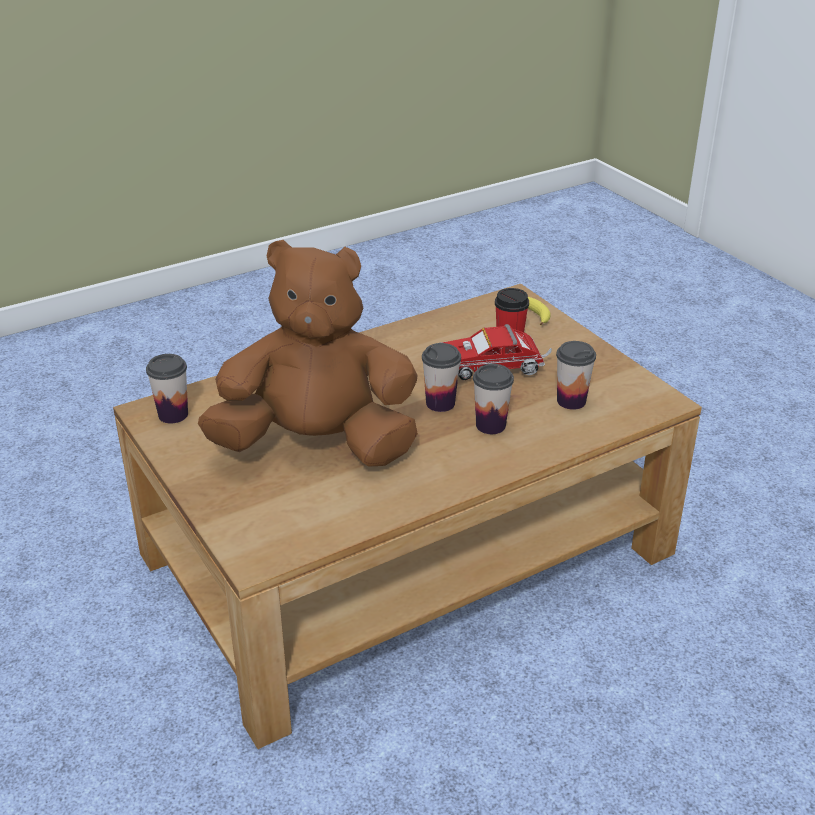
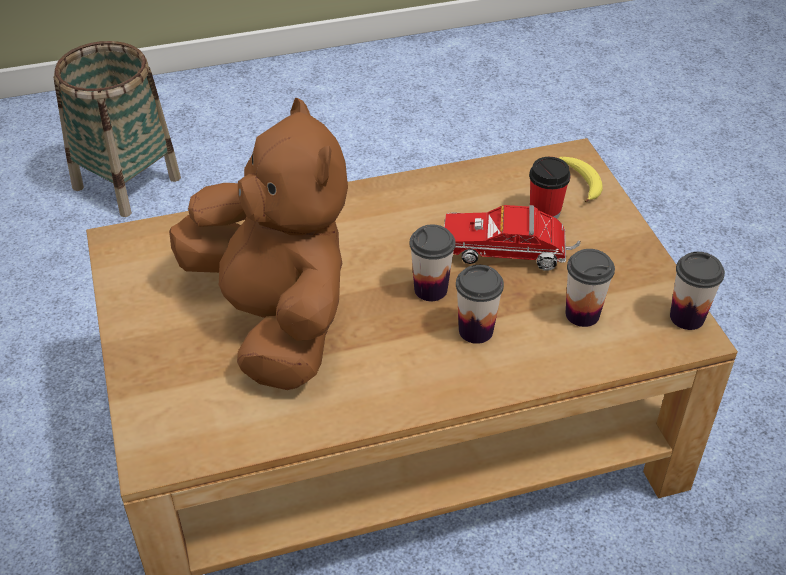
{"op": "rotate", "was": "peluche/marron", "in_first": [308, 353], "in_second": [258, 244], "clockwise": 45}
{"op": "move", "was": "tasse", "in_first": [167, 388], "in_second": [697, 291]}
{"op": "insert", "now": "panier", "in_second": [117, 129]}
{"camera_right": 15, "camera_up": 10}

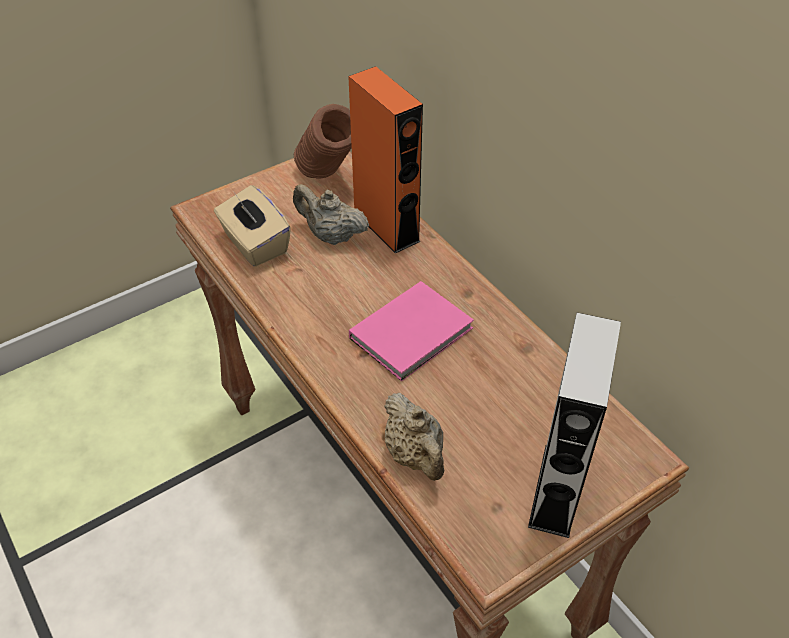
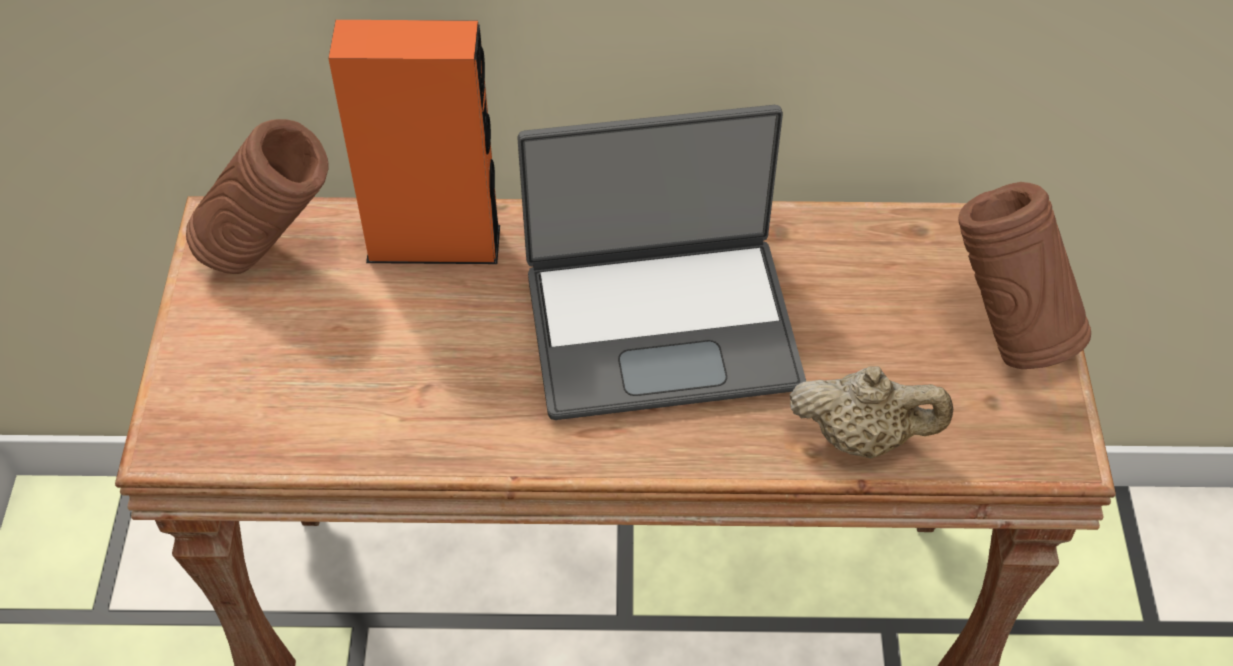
{"op": "delete", "was": "théière/beige", "in_first": [331, 214]}
{"op": "delete", "was": "boîte à mouchoirs/beige", "in_first": [252, 226]}
{"op": "replace", "was": "livre/rose", "now": "ordinateur portable", "in_first": [411, 331], "in_second": [661, 262]}
{"op": "replace", "was": "enceinte/gris", "now": "vase/marron", "in_first": [574, 425], "in_second": [1024, 275]}
{"camera_right": -55, "camera_up": 5}

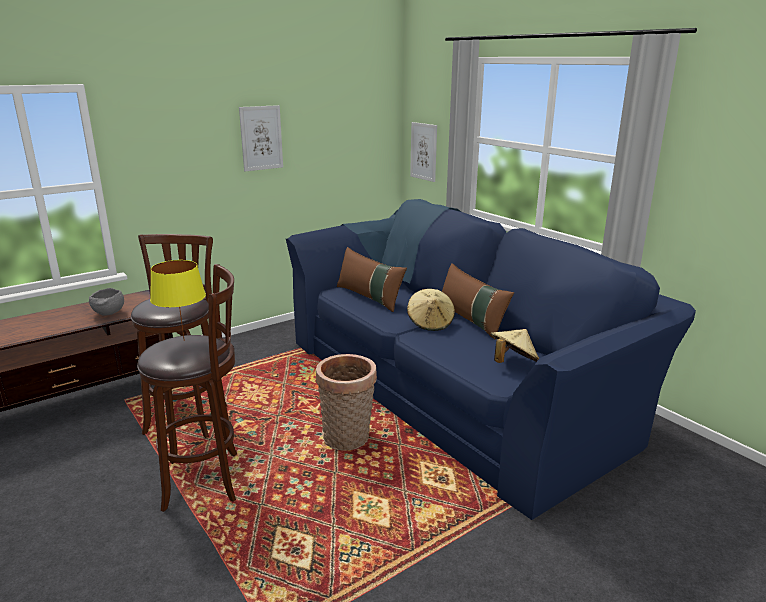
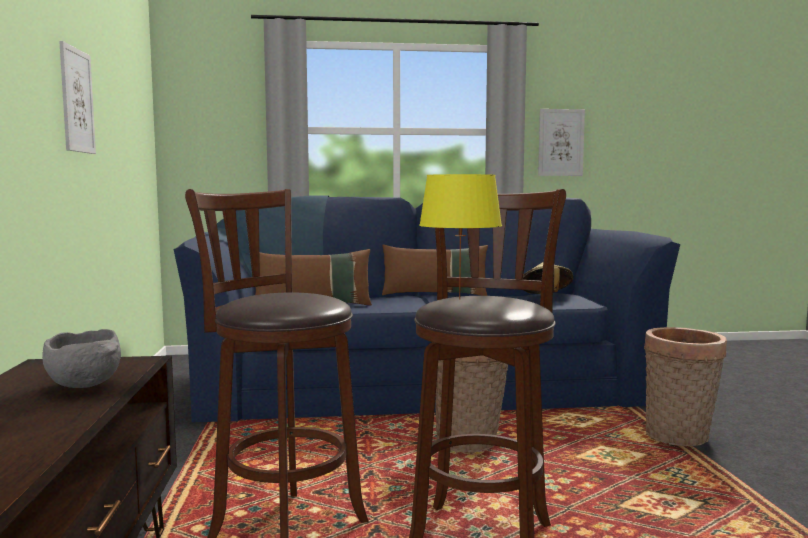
{"op": "move", "was": "tableau", "in_first": [423, 152], "in_second": [561, 142]}
{"op": "delete", "was": "chapeau/beige", "in_first": [431, 310]}
{"op": "insert", "now": "panier", "in_second": [685, 386]}
{"camera_right": -60, "camera_up": -15}

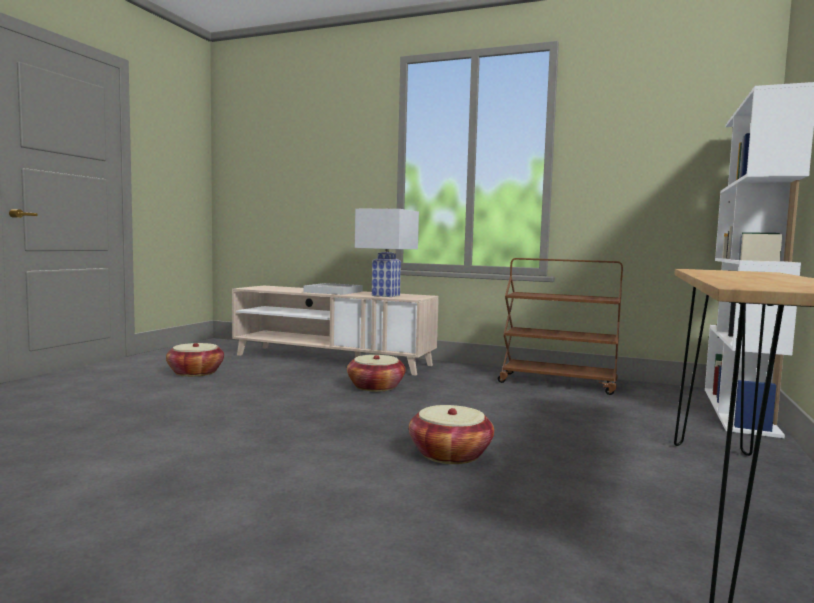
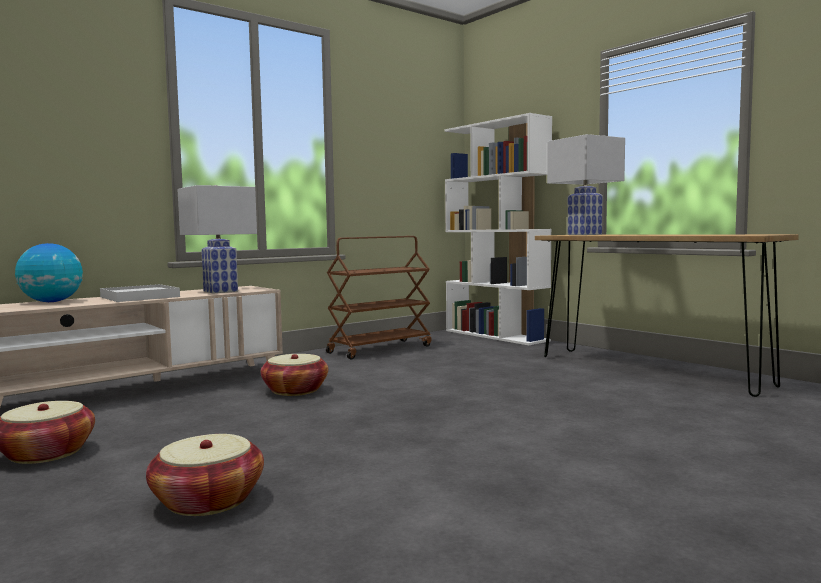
{"op": "move", "was": "panier", "in_first": [451, 434], "in_second": [205, 475]}
{"op": "insert", "now": "lampe de table/blanc", "in_second": [586, 184]}
{"op": "insert", "now": "globe", "in_second": [49, 272]}
{"camera_right": -60, "camera_up": 0}

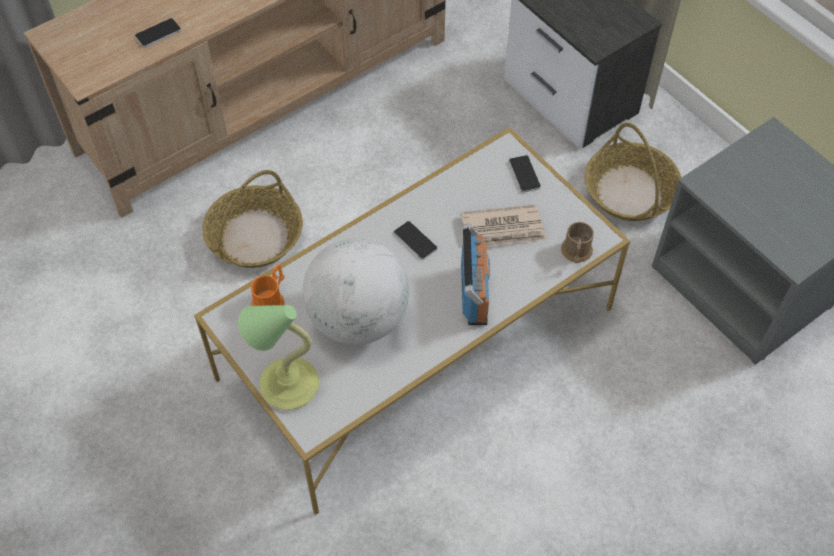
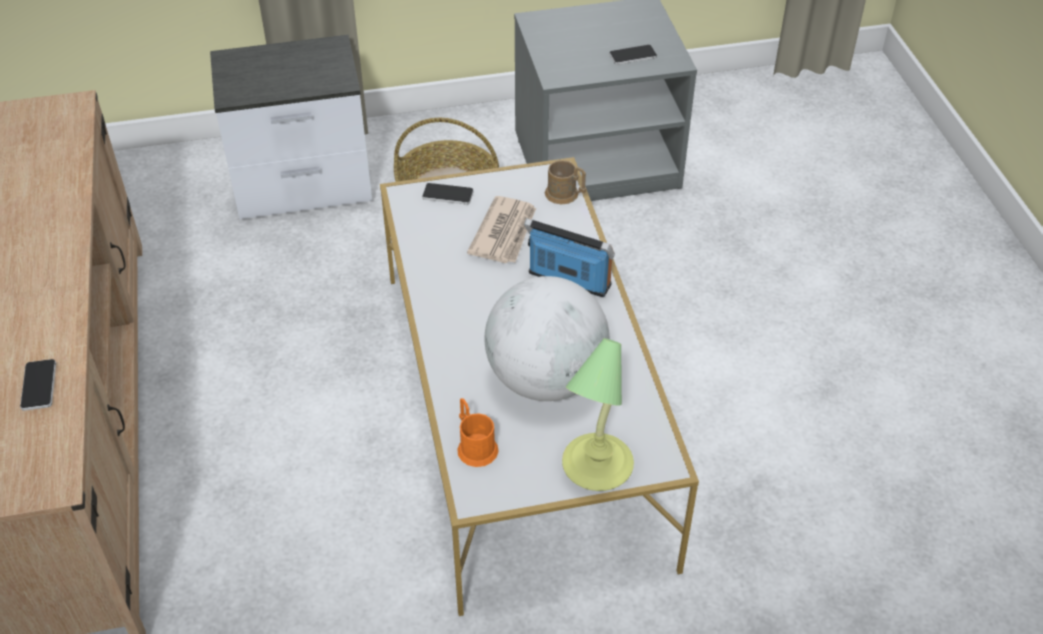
{"op": "delete", "was": "panier", "in_first": [252, 219]}
{"op": "move", "was": "téléphone", "in_first": [415, 240], "in_second": [633, 55]}
{"camera_right": -65, "camera_up": -10}

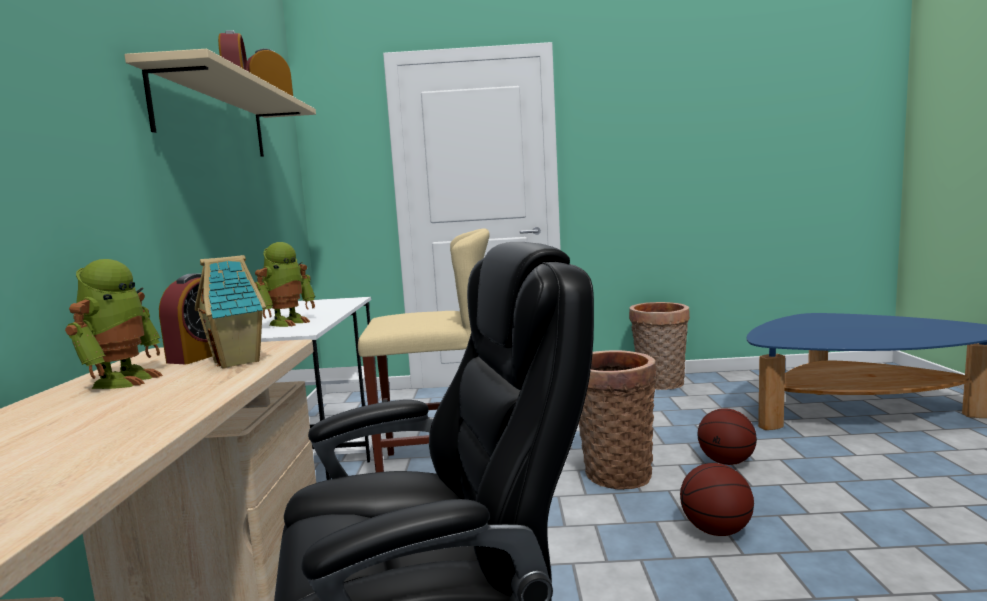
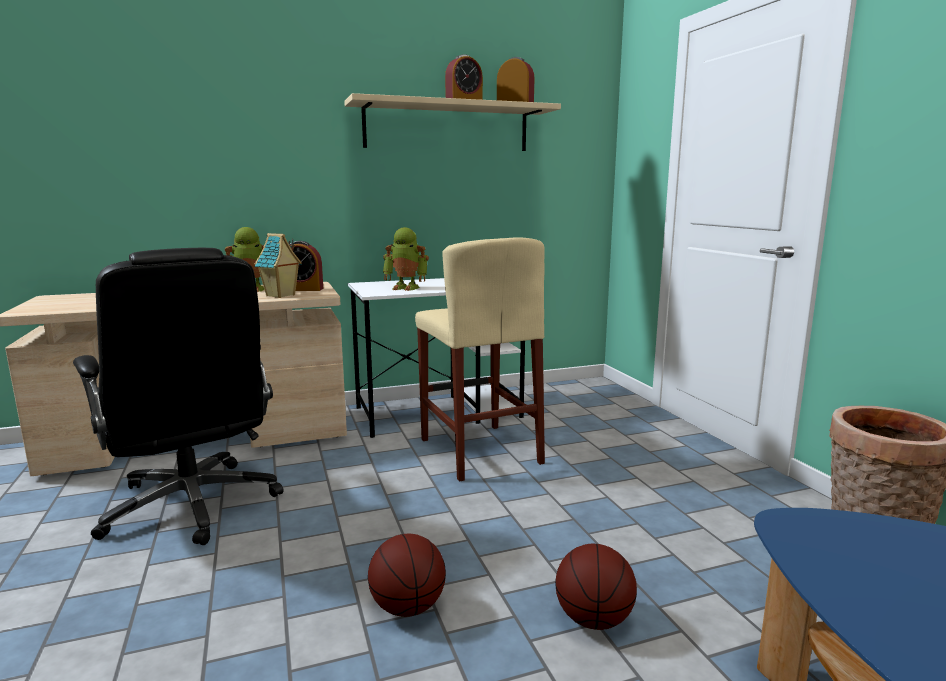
{"op": "delete", "was": "panier", "in_first": [618, 420]}
{"camera_right": 70, "camera_up": 5}

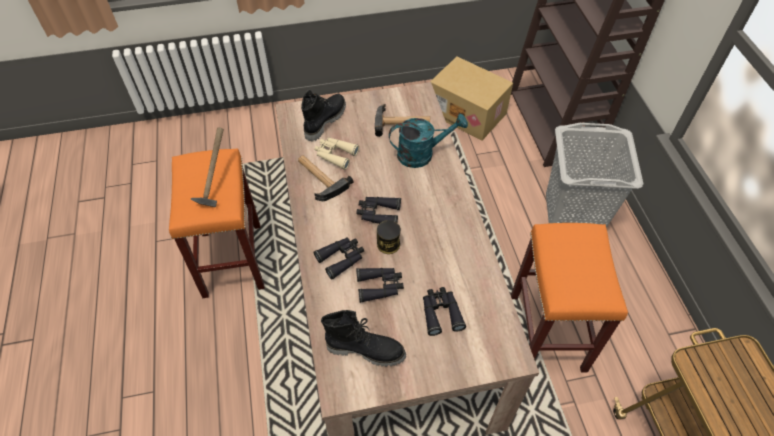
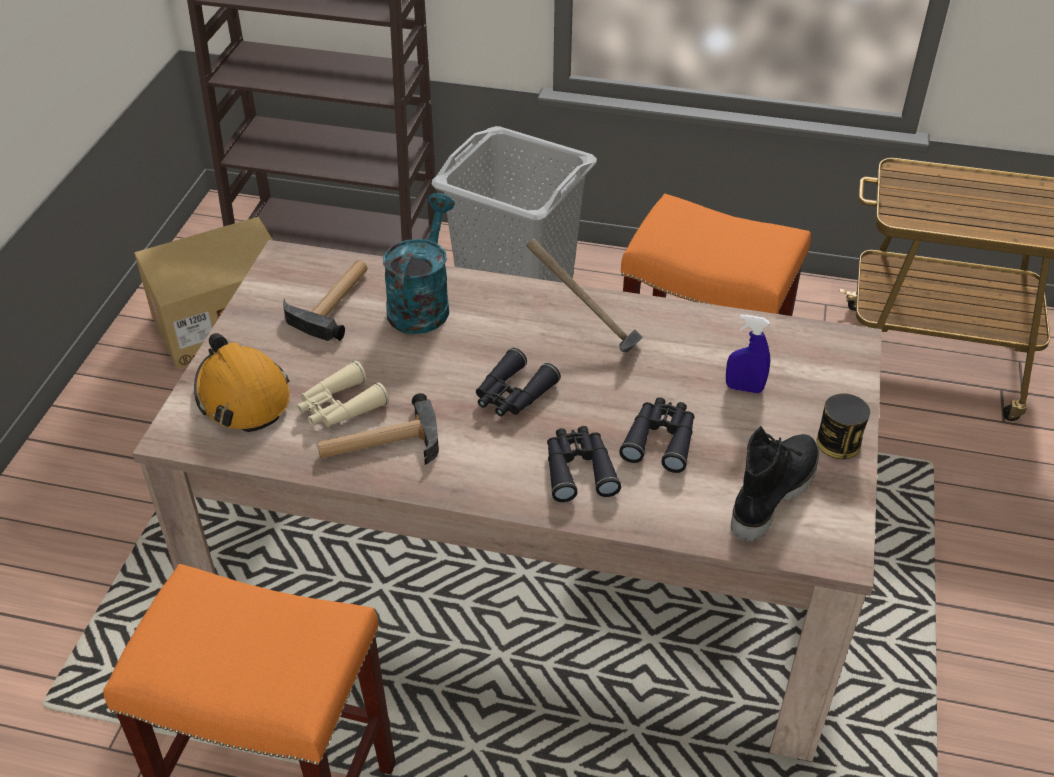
{"op": "replace", "was": "botte/noir", "now": "casque de chantier/orange", "in_first": [323, 115], "in_second": [242, 382]}
{"op": "move", "was": "marteau", "in_first": [207, 167], "in_second": [584, 295]}
{"op": "move", "was": "boîte métallique", "in_first": [389, 237], "in_second": [843, 426]}
{"op": "replace", "was": "jumelles/noir", "now": "vaporisateur/bleu", "in_first": [444, 311], "in_second": [748, 354]}
{"camera_right": -65, "camera_up": -10}

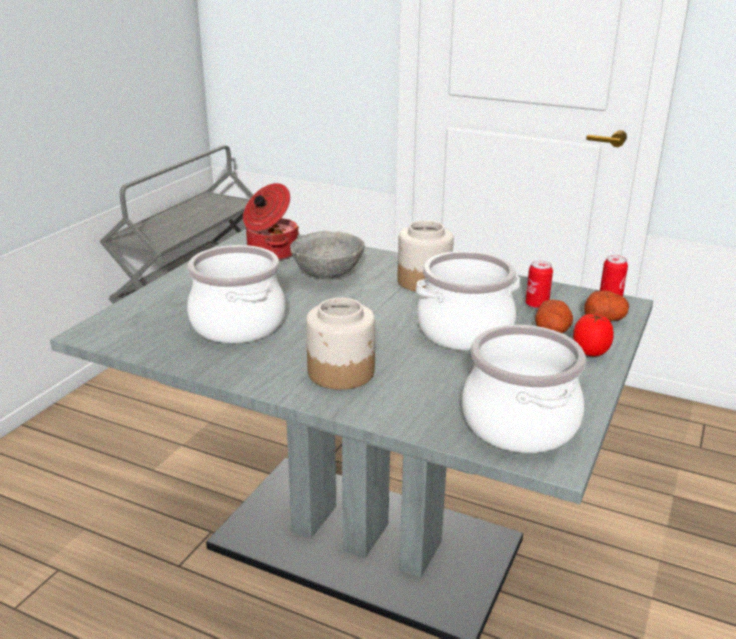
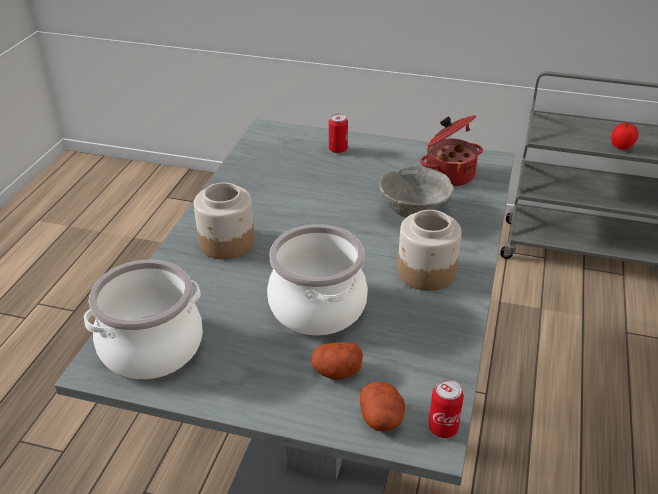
{"op": "delete", "was": "marmite", "in_first": [236, 294]}
{"op": "move", "was": "boîte métallique", "in_first": [539, 284], "in_second": [338, 134]}
{"op": "move", "was": "tomate", "in_first": [593, 335], "in_second": [624, 136]}
{"camera_right": 80, "camera_up": 10}

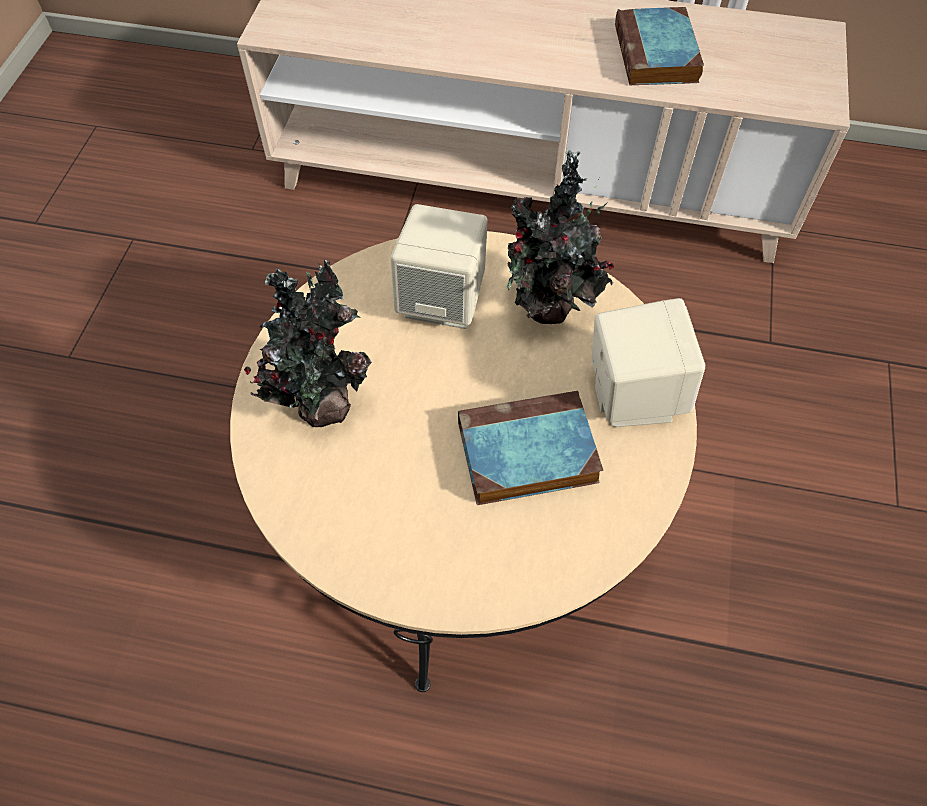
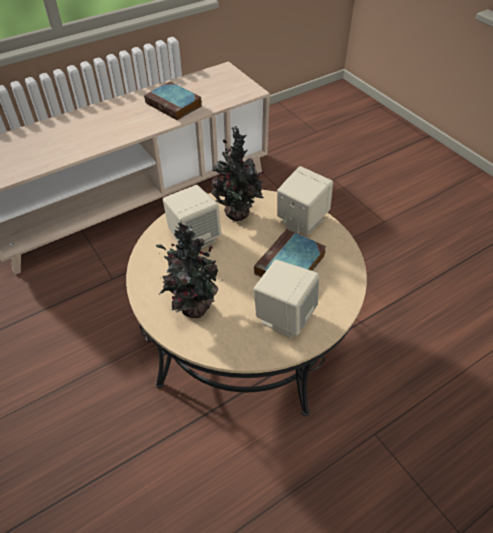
{"op": "insert", "now": "enceinte/beige", "in_second": [286, 299]}
{"camera_right": -45, "camera_up": -10}

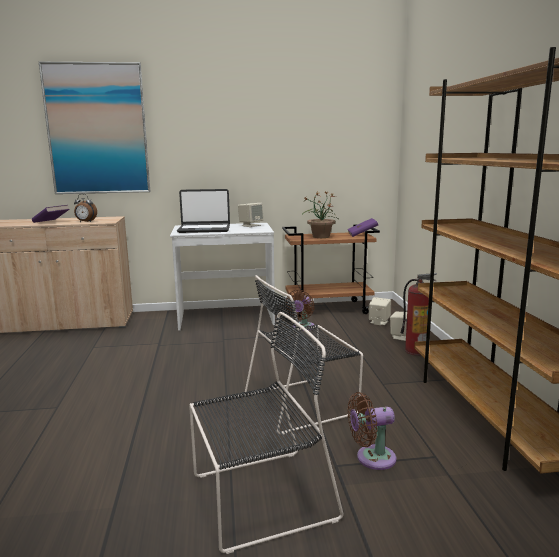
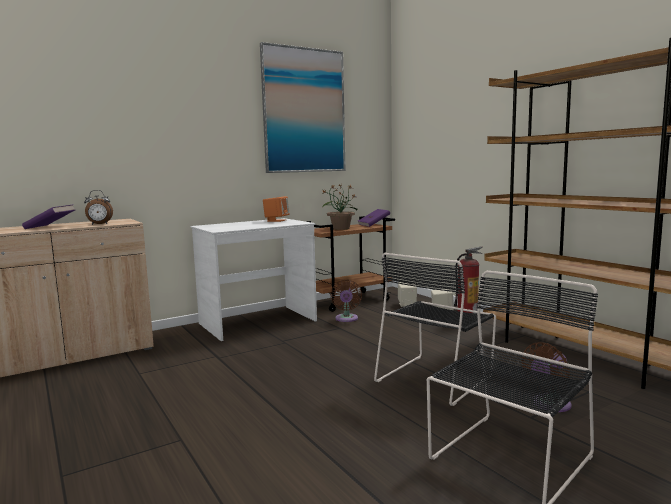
{"op": "move", "was": "tableau", "in_first": [94, 128], "in_second": [303, 107]}
{"op": "delete", "was": "ordinateur portable", "in_first": [203, 211]}
{"op": "recolor", "was": "enceinte/beige", "now": "enceinte/orange", "in_first": [251, 215], "in_second": [276, 209]}
{"camera_right": -25, "camera_up": -5}

